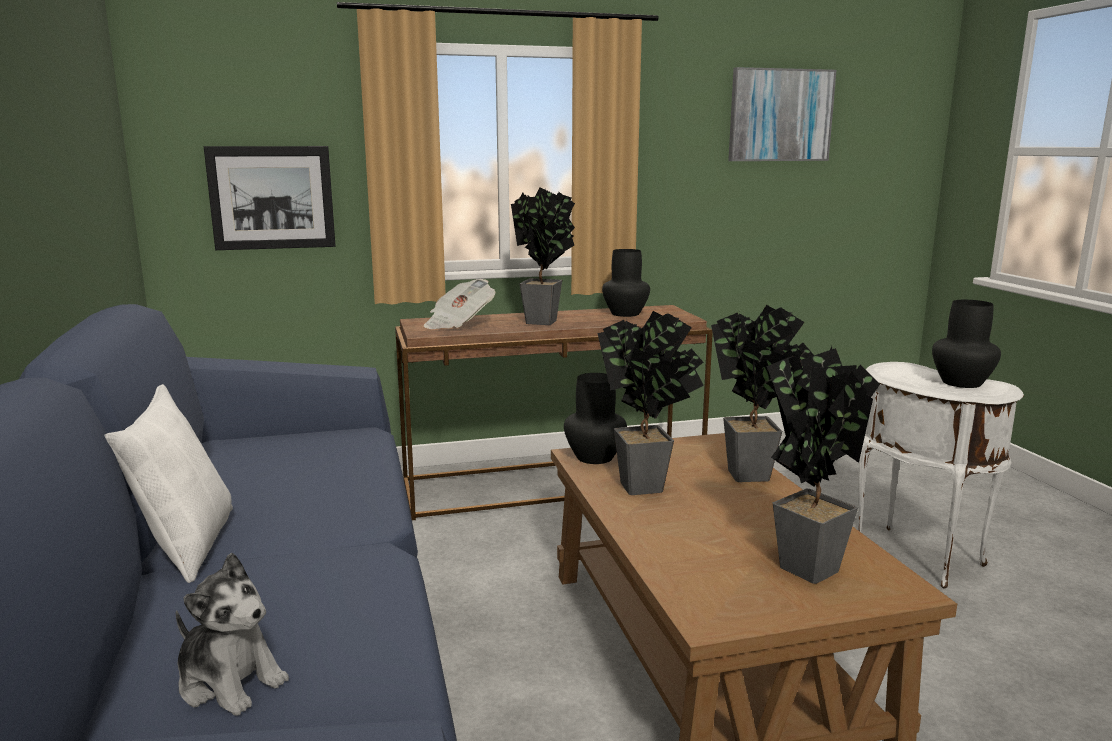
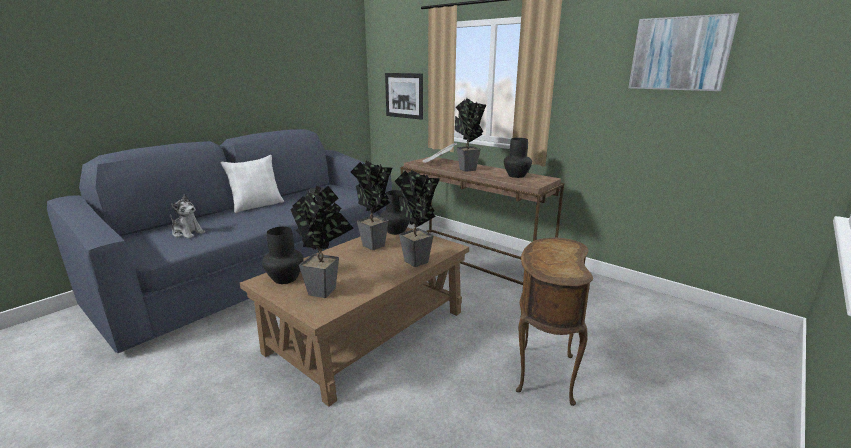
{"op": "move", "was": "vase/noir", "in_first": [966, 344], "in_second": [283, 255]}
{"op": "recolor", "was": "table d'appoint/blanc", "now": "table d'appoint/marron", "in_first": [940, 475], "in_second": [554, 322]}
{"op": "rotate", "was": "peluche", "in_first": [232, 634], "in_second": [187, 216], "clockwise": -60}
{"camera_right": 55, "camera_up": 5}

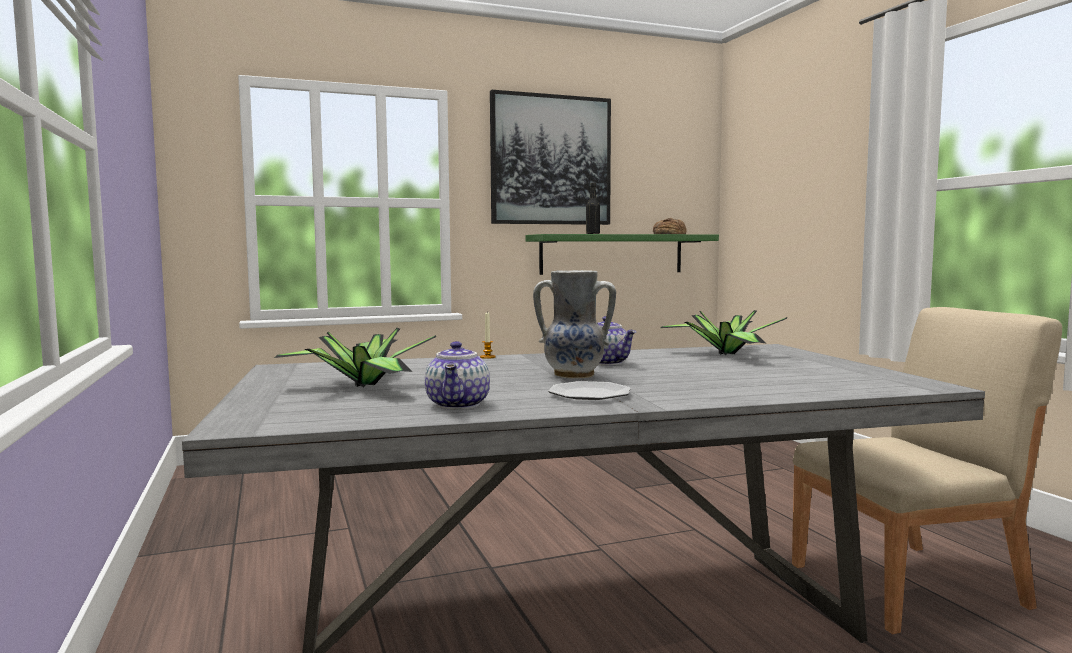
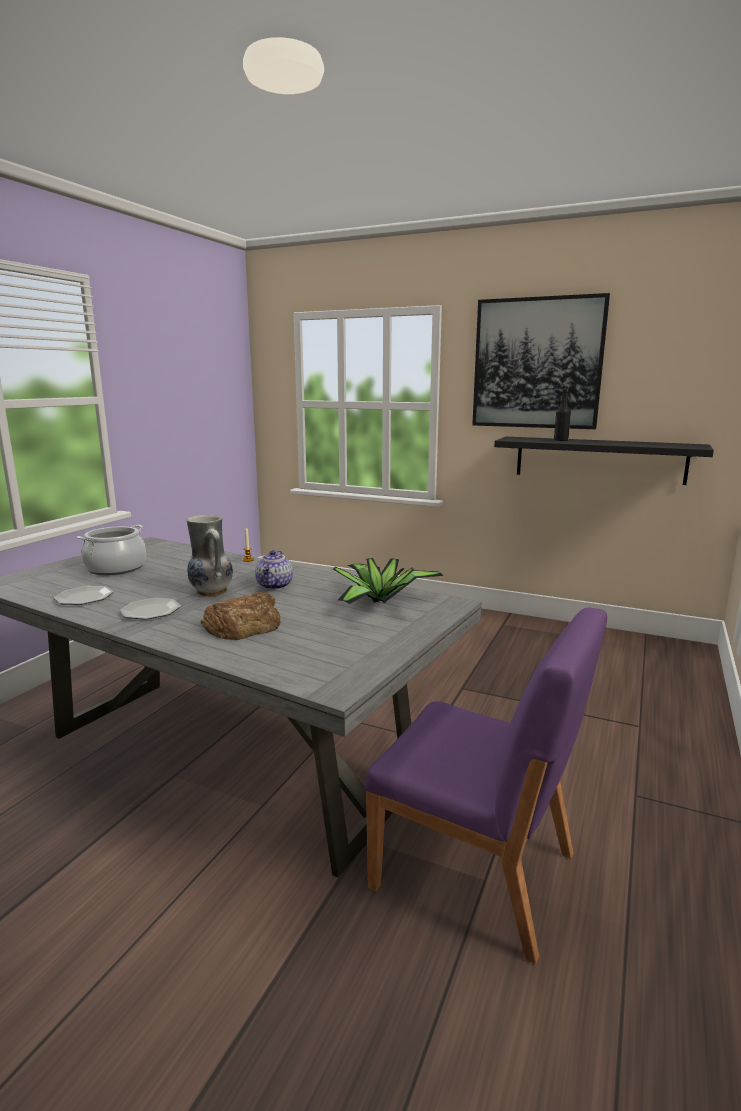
{"op": "move", "was": "pain", "in_first": [670, 226], "in_second": [241, 616]}
{"op": "recolor", "was": "étagère/vert", "now": "étagère/noir", "in_first": [622, 254], "in_second": [604, 461]}
{"op": "recolor", "was": "chaise/beige", "now": "chaise/violet", "in_first": [927, 470], "in_second": [486, 785]}
{"op": "replace", "was": "plante en pot", "now": "marmite", "in_first": [355, 358], "in_second": [111, 550]}
{"op": "replace", "was": "théière", "now": "assiette", "in_first": [457, 375], "in_second": [84, 595]}
{"camera_right": 45, "camera_up": 10}

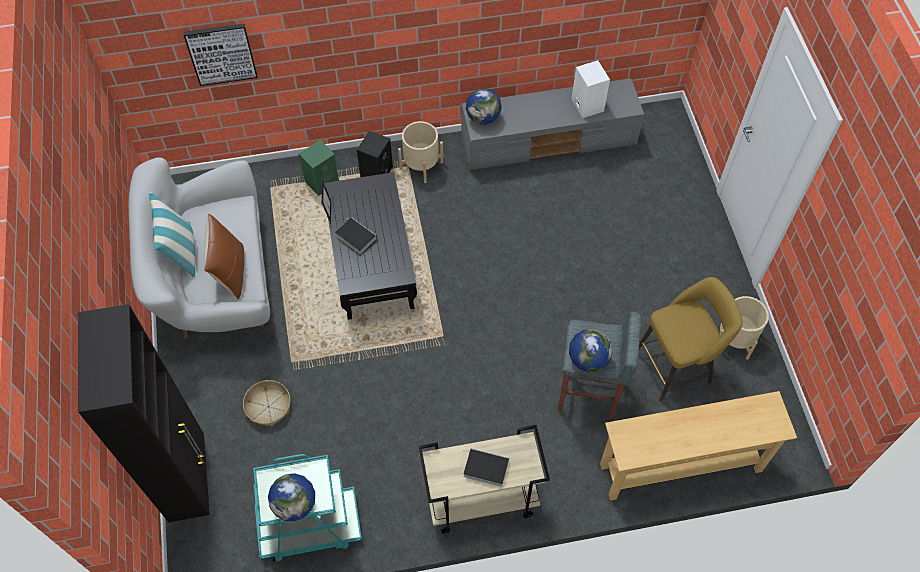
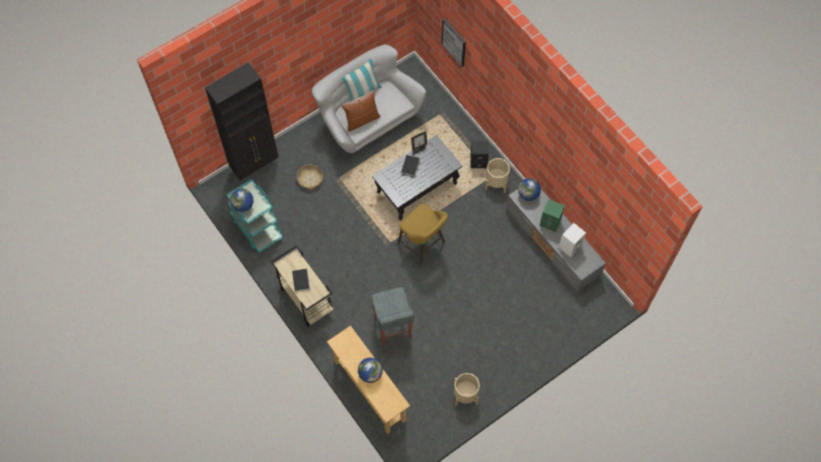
{"op": "move", "was": "enceinte/vert", "in_first": [319, 168], "in_second": [552, 215]}
{"op": "move", "was": "tabouret/jaune", "in_first": [691, 339], "in_second": [422, 234]}
{"op": "move", "was": "globe", "in_first": [591, 350], "in_second": [370, 370]}
{"camera_right": 65, "camera_up": 5}

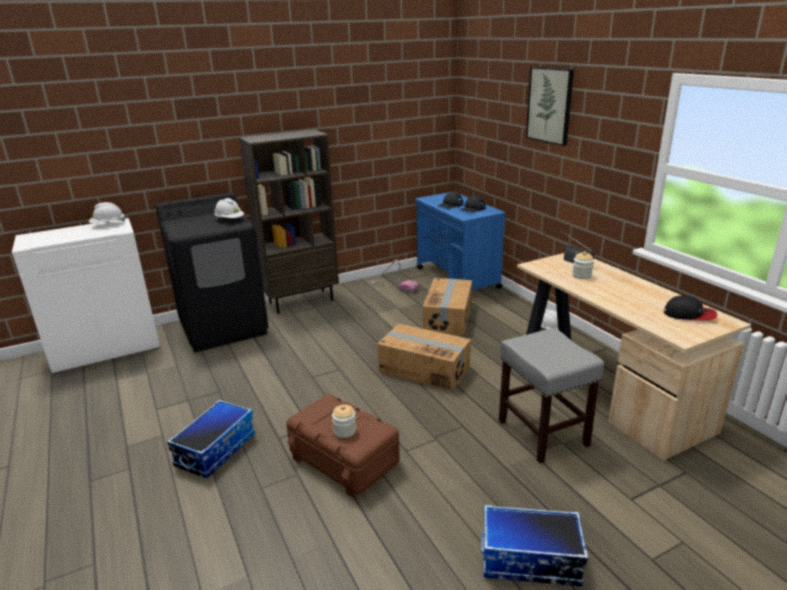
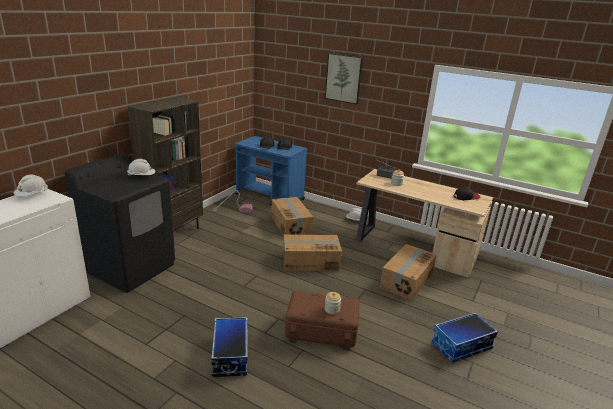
{"op": "replace", "was": "tabouret/gris", "now": "carton", "in_first": [551, 395], "in_second": [408, 272]}
{"camera_right": -35, "camera_up": 0}

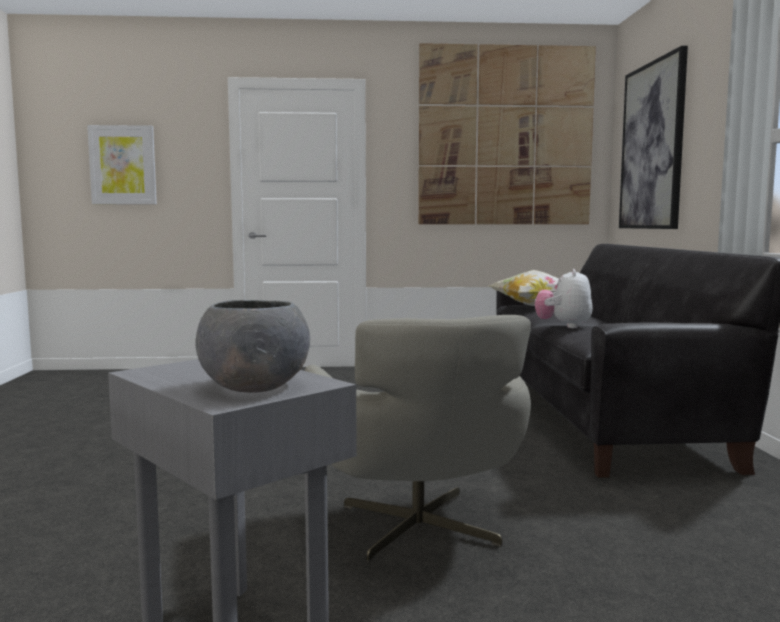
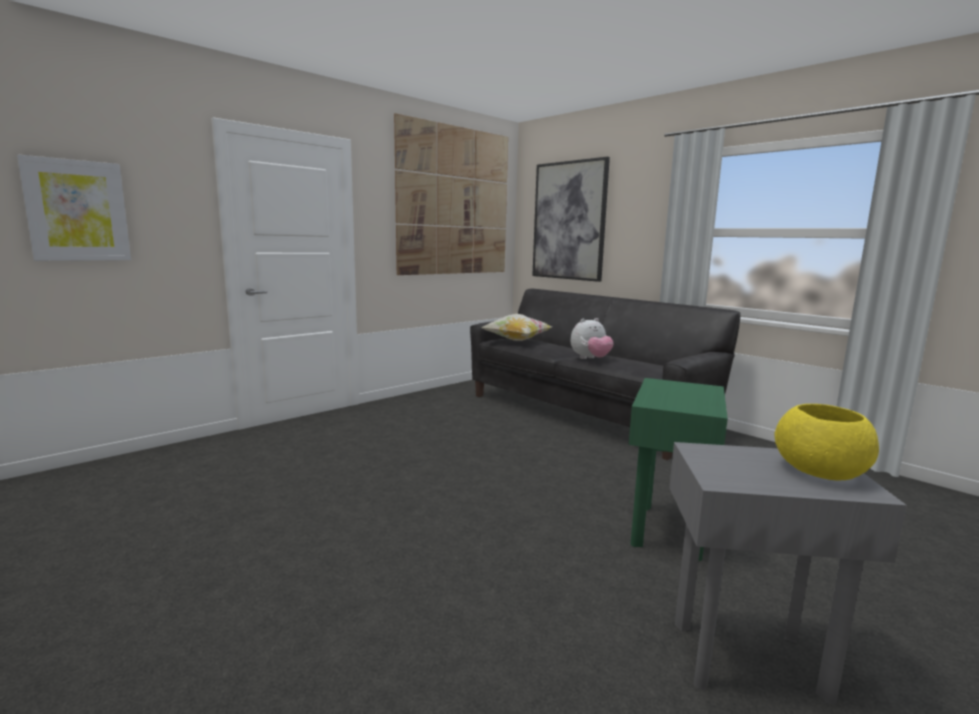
{"op": "rotate", "was": "peluche", "in_first": [564, 298], "in_second": [592, 338], "clockwise": -90}
{"op": "recolor", "was": "bol/gris", "now": "bol/jaune", "in_first": [253, 346], "in_second": [826, 442]}
{"op": "replace", "was": "fauteuil/gris", "now": "table d'appoint/vert", "in_first": [418, 438], "in_second": [678, 469]}
{"camera_right": -40, "camera_up": 5}

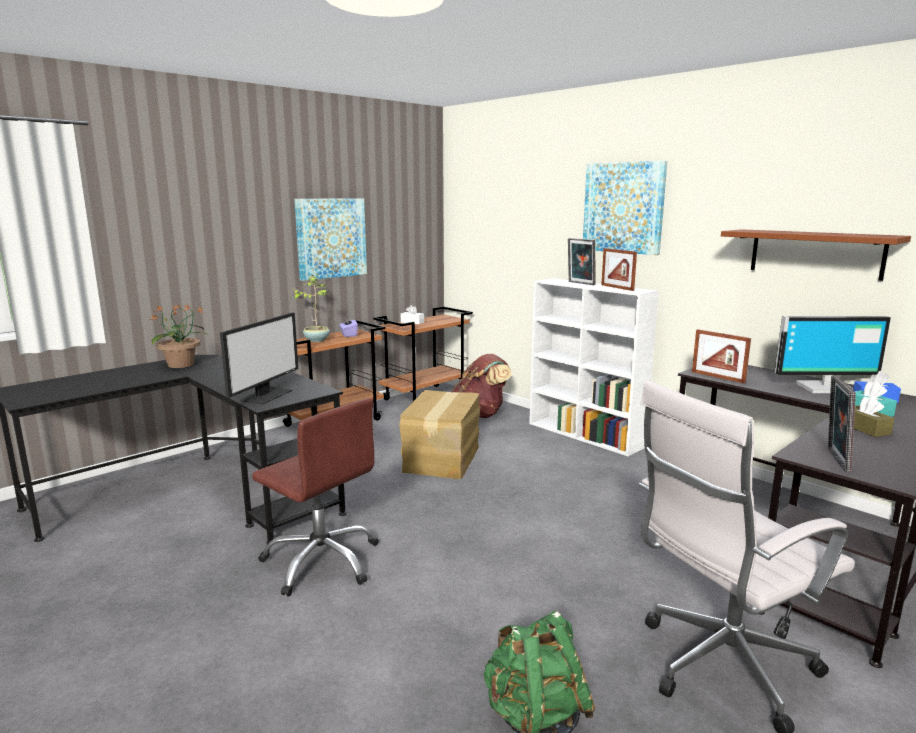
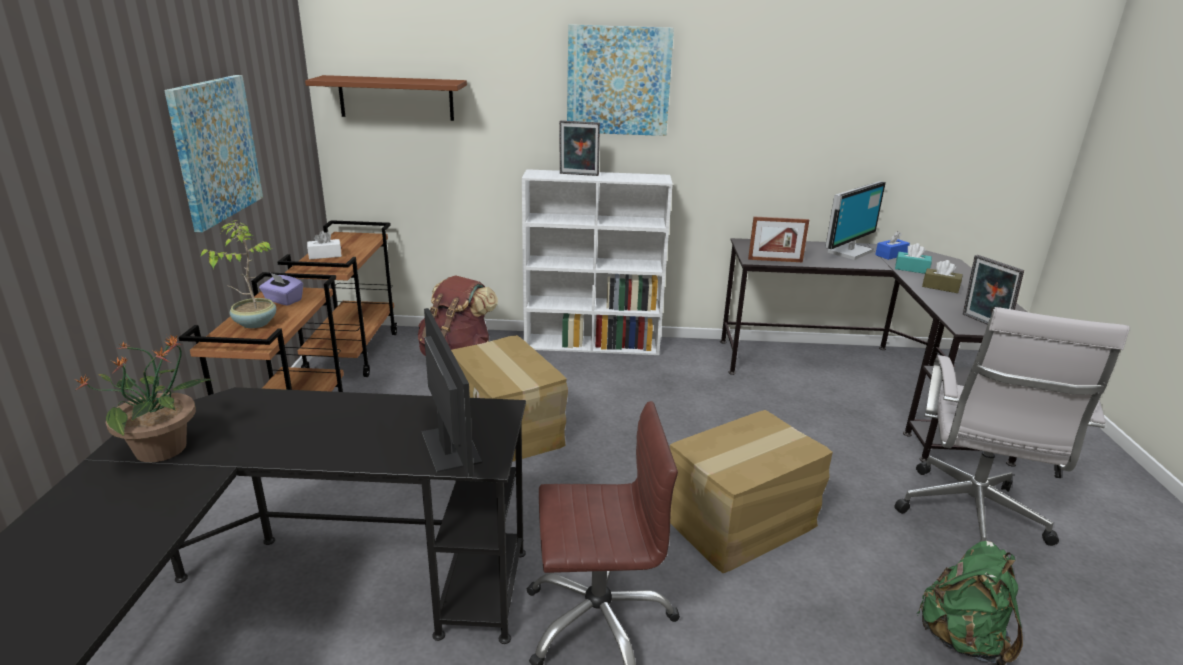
{"op": "move", "was": "étagère/marron", "in_first": [816, 255], "in_second": [386, 98]}
{"op": "delete", "was": "cadre photo", "in_first": [619, 269]}
{"op": "insert", "now": "carton", "in_second": [751, 491]}
{"camera_right": -45, "camera_up": 10}

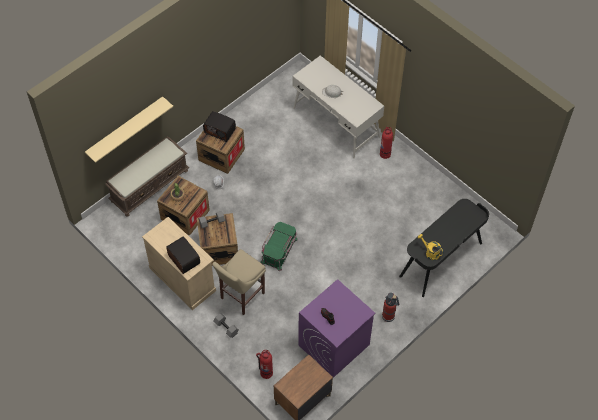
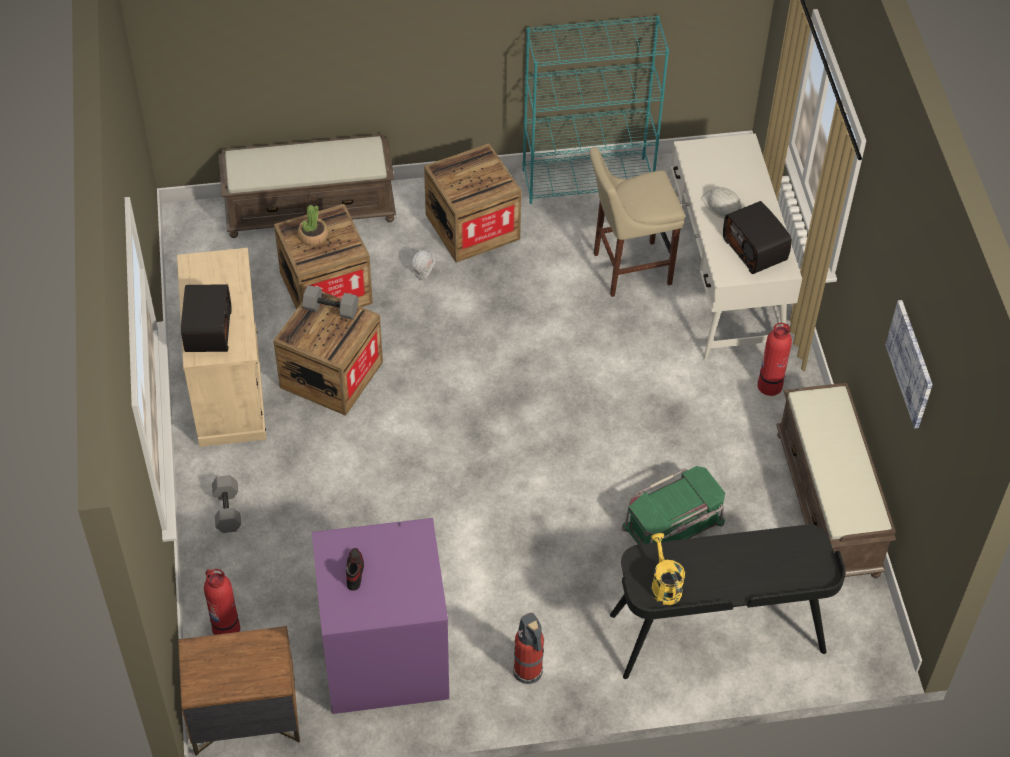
{"op": "delete", "was": "étagère/beige", "in_first": [129, 129]}
{"op": "move", "was": "radio", "in_first": [219, 126], "in_second": [757, 237]}
{"op": "move", "was": "boîte de rangement/vert", "in_first": [279, 246], "in_second": [673, 505]}
{"op": "move", "was": "tabouret/beige", "in_first": [239, 282], "in_second": [637, 222]}
{"op": "insert", "now": "bibliothèque/turquoise", "in_second": [595, 109]}
{"op": "insert", "now": "tableau", "in_second": [909, 364]}
{"op": "insert", "now": "banc/marron", "in_second": [836, 480]}
{"camera_right": 35, "camera_up": -5}

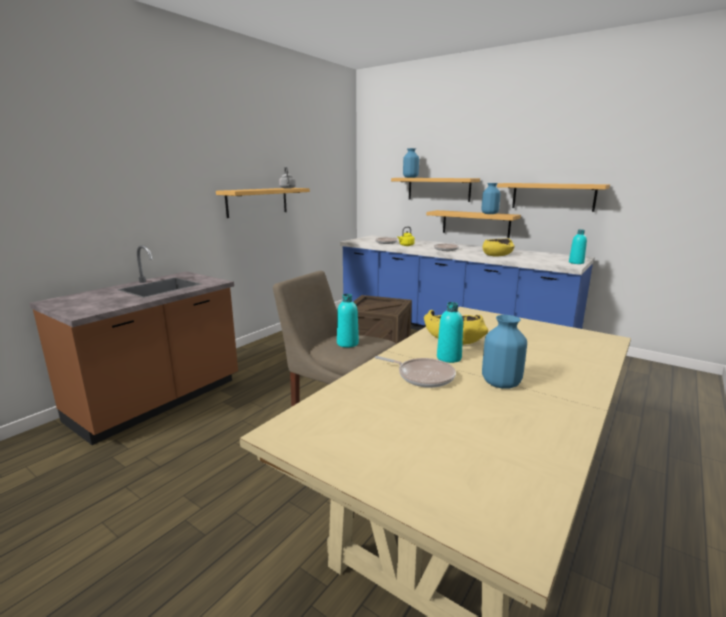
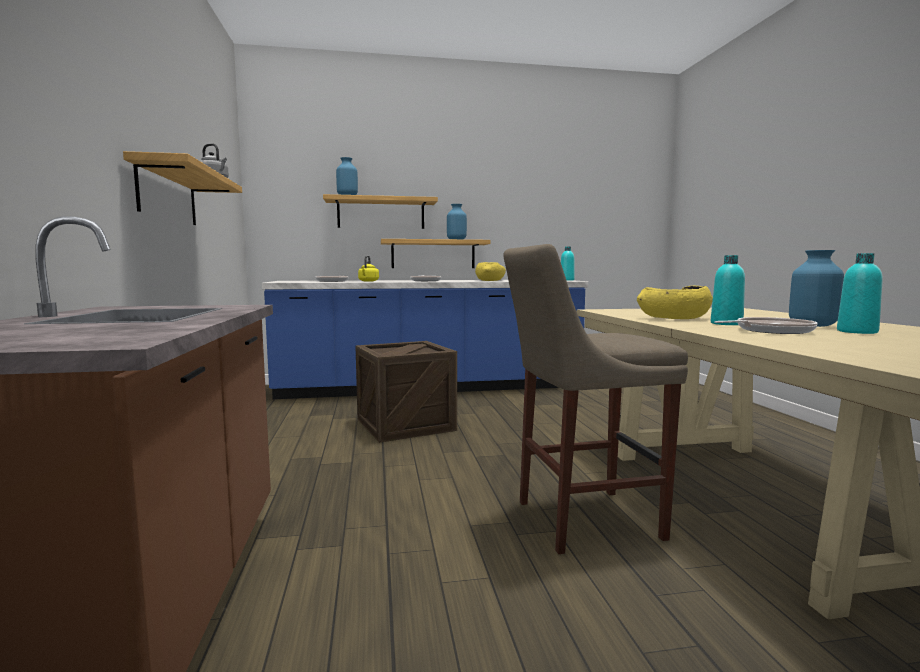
{"op": "delete", "was": "étagère", "in_first": [553, 197]}
{"op": "move", "was": "bouteille/turquoise", "in_first": [348, 320], "in_second": [860, 293]}
{"camera_right": -45, "camera_up": -10}

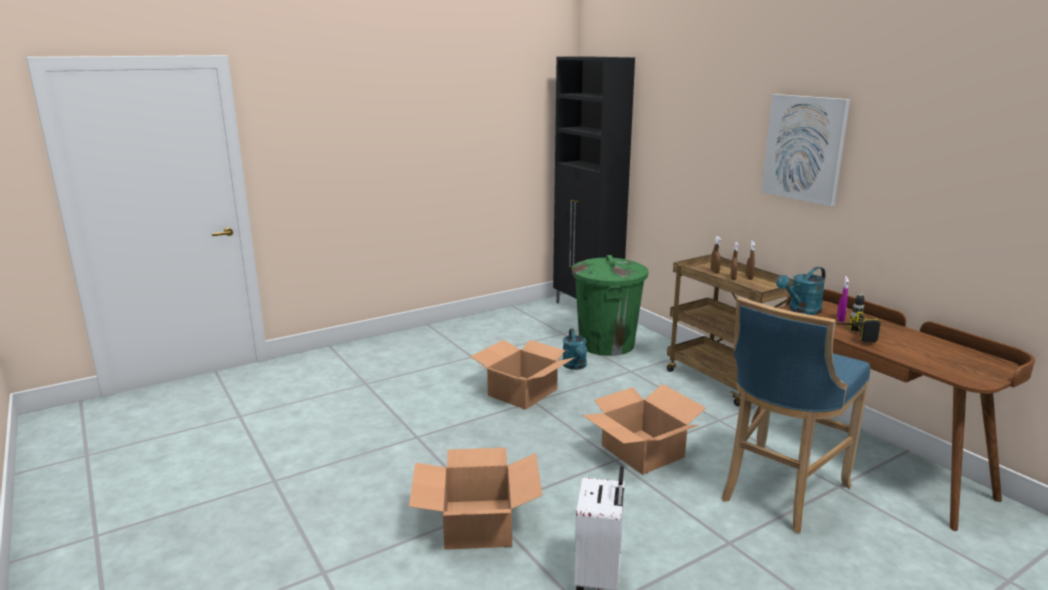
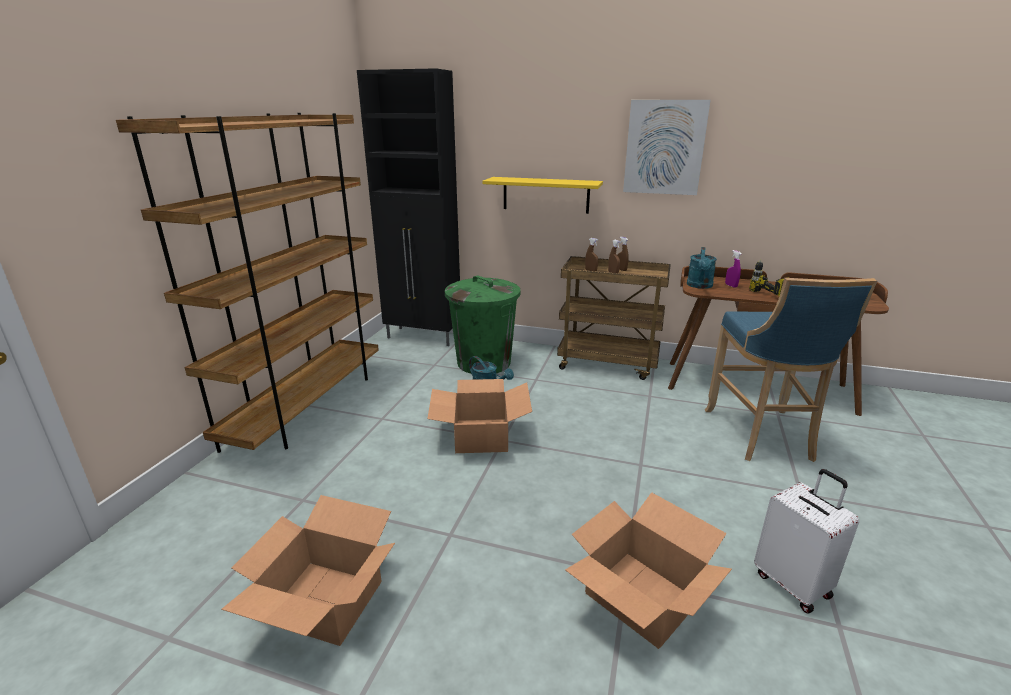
{"op": "move", "was": "carton", "in_first": [644, 429], "in_second": [308, 570]}
{"op": "insert", "now": "bibliothèque/marron", "in_second": [247, 283]}
{"op": "insert", "now": "étagère/jaune", "in_second": [542, 195]}
{"camera_right": -40, "camera_up": 5}

